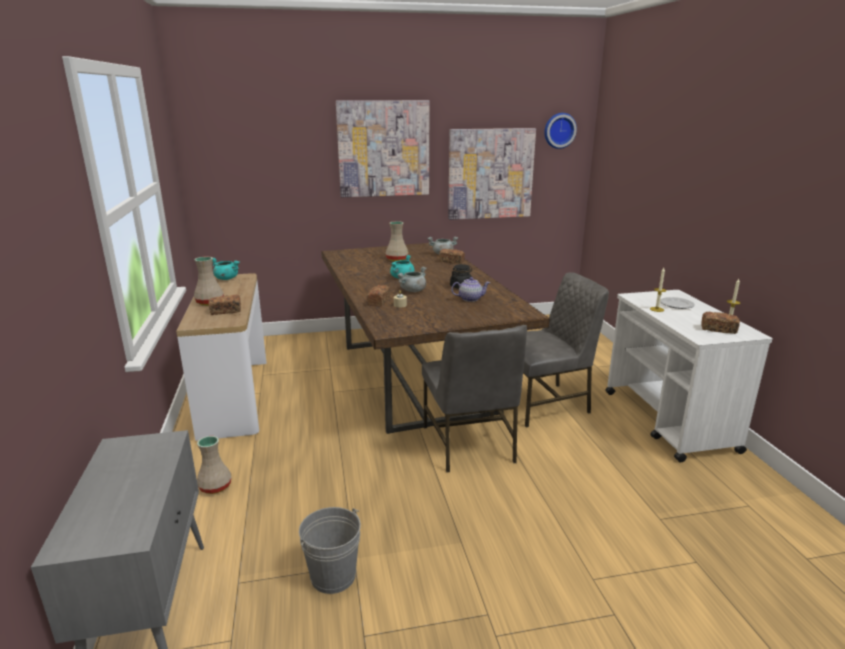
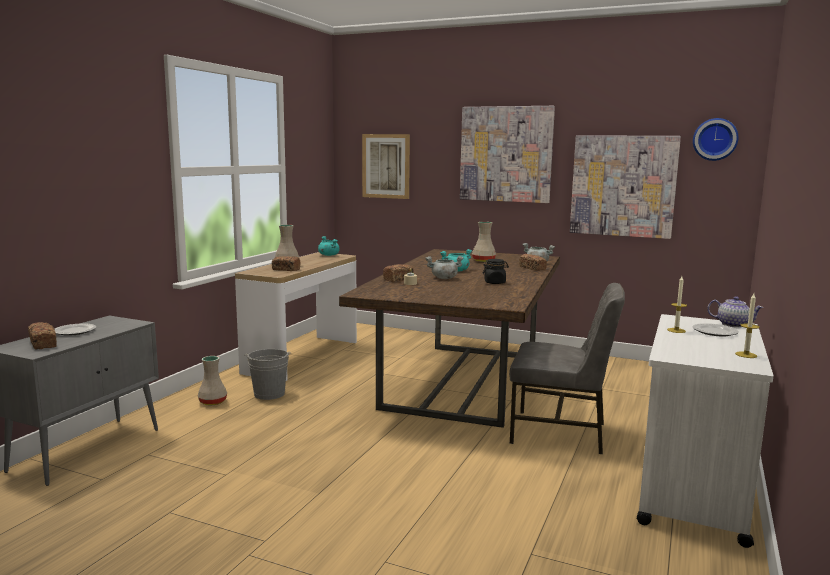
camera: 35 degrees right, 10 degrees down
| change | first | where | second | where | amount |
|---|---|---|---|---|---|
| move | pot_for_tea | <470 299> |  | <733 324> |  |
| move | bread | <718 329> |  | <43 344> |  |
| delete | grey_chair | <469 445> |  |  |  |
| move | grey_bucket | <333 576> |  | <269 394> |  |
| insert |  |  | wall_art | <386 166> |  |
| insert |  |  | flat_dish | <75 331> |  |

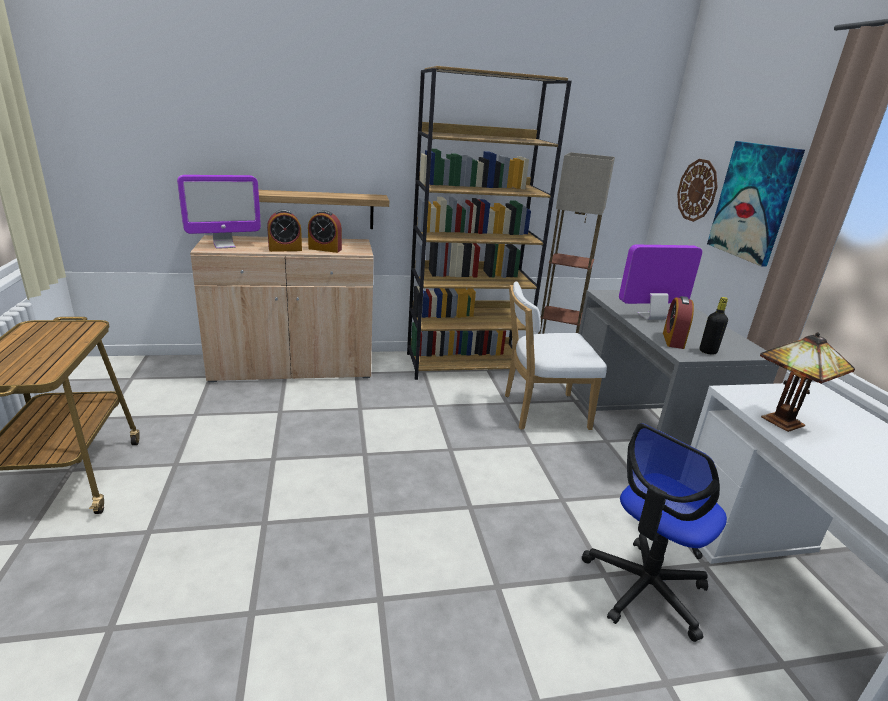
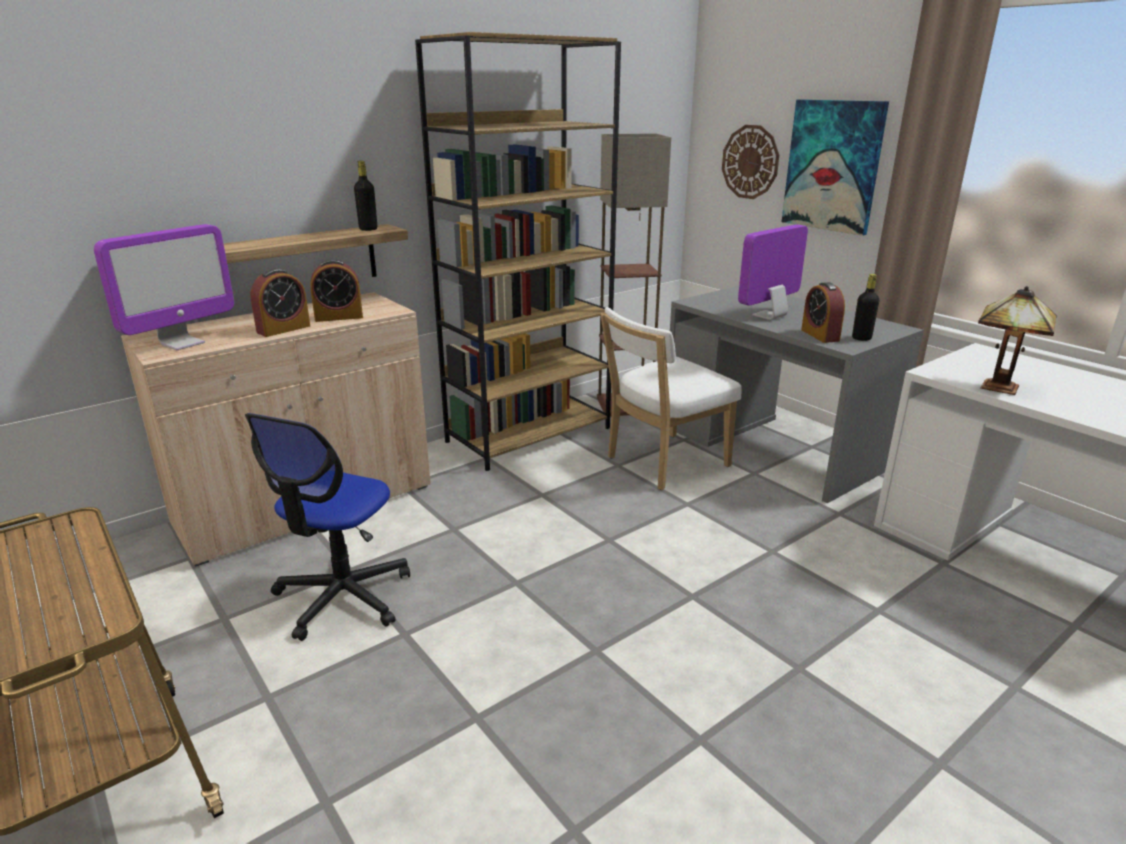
camera: 25 degrees left, 0 degrees up
| change | first | where | second | where | amount |
|---|---|---|---|---|---|
| move | office_chair | <644 588> |  | <343 597> |  |
| insert |  |  | blackish_drink_bottle | <368 229> |  |

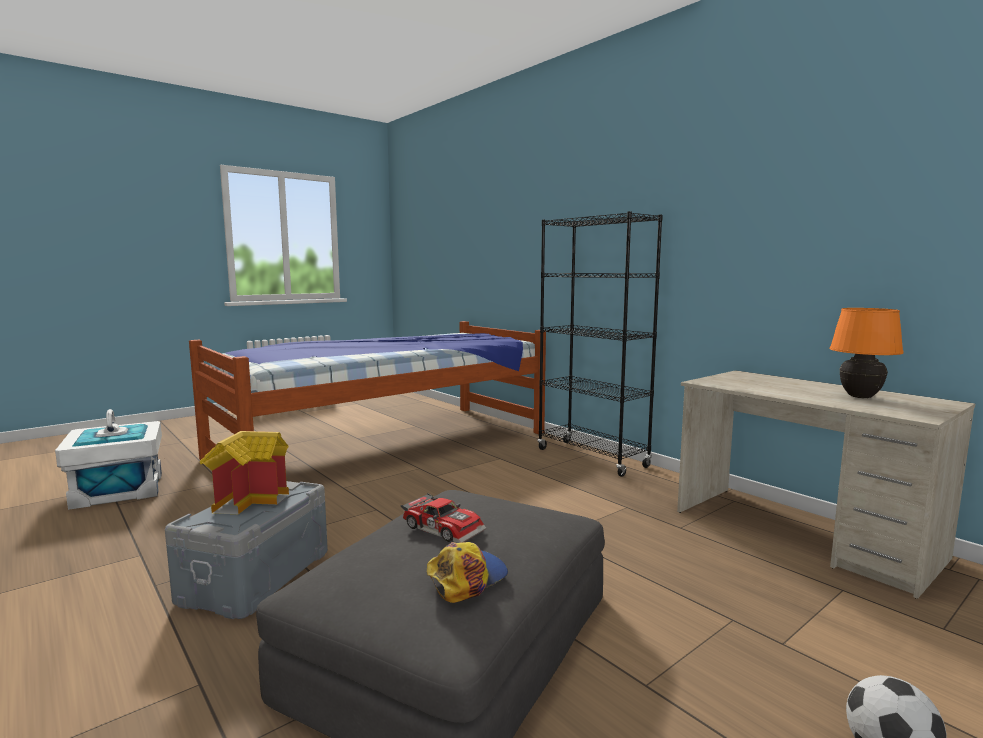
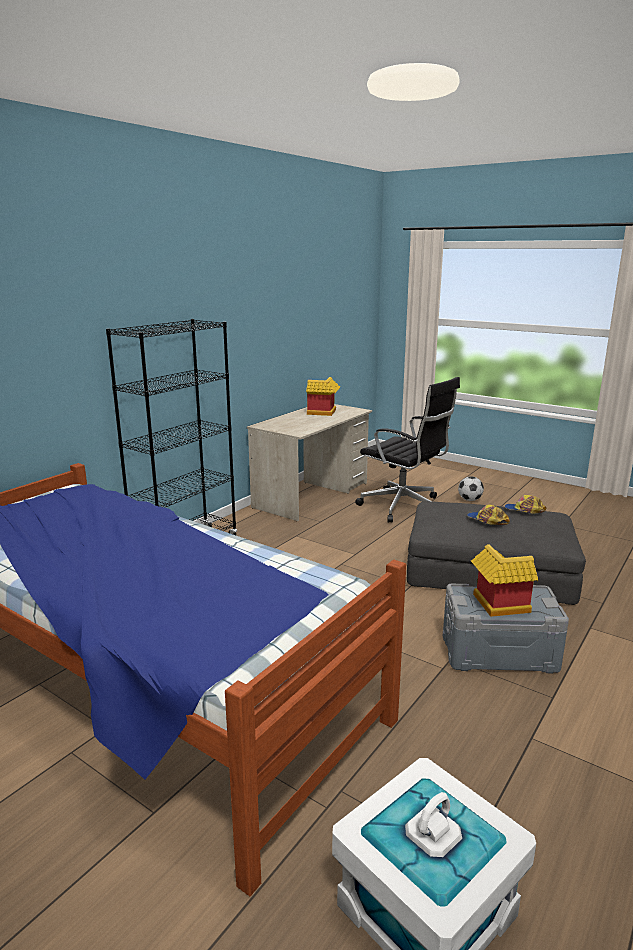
camera: 105 degrees left, 10 degrees up
| change | first | where | second | where | amount |
|---|---|---|---|---|---|
| replace | orangey_table_lamp | <859 397> | toy_house | <323 413> |  |
| replace | miniature_car | <444 527> | baseball_cap | <487 521> |  |
| insert |  |  | blackish_office_chair | <404 507> |  |

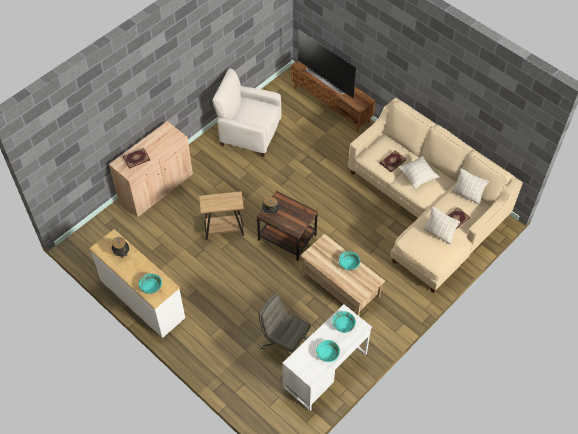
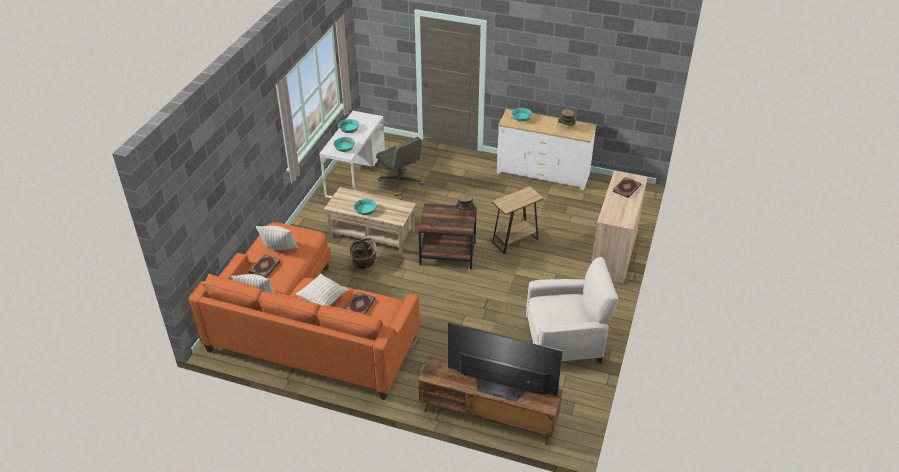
camera: 155 degrees right, 15 degrees down
| change | first | where | second | where | amount |
|---|---|---|---|---|---|
| recolor | beige-coloured_settee | <426 209> | orangey_settee | <308 329> |  |
| rotate | grey_office_chair | <284 343> |  | <400 183> | 45 degrees clockwise |
| insert |  |  | storage_basket | <364 264> |  |

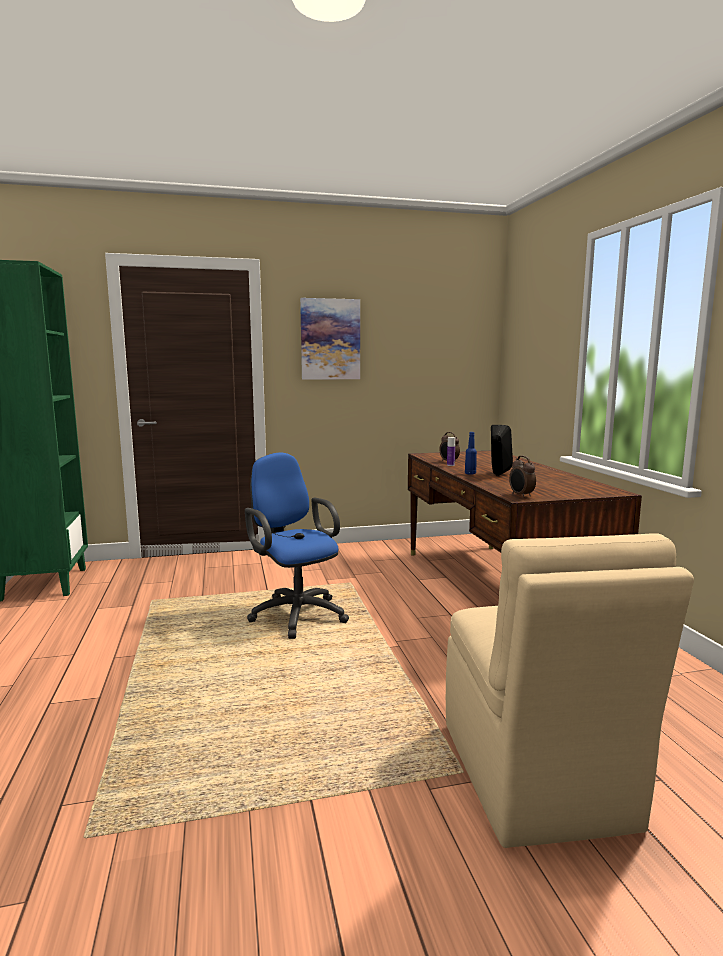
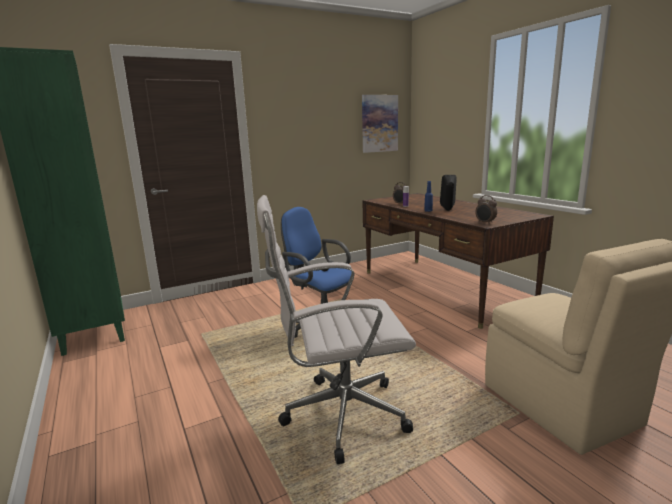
camera: 15 degrees left, 5 degrees up
| change | first | where | second | where | amount |
|---|---|---|---|---|---|
| move | wall_art | <330 339> |  | <379 123> |  |
| insert |  |  | white_office_chair | <339 415> |  |

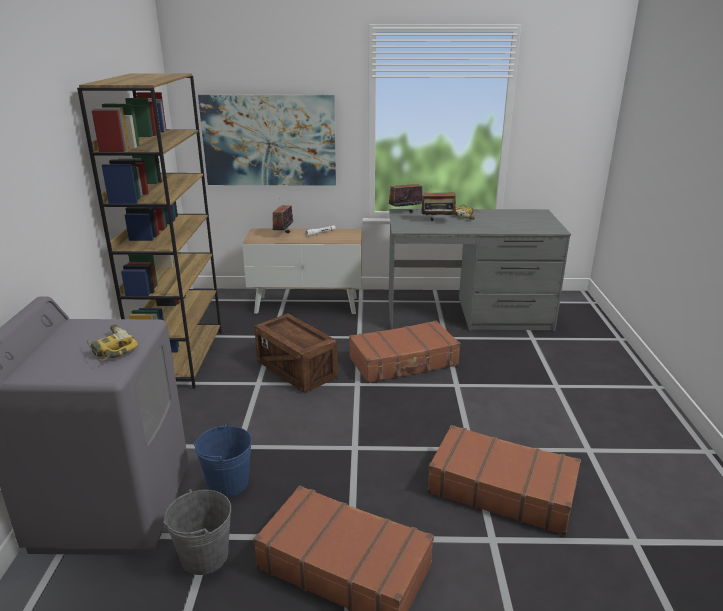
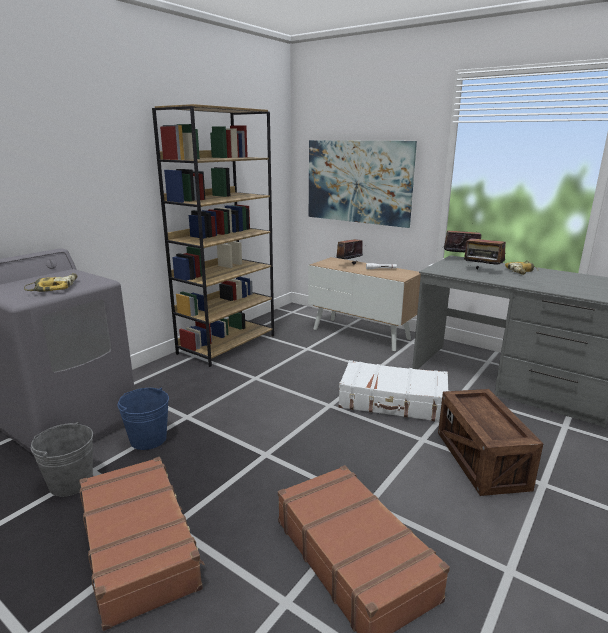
camera: 35 degrees right, 5 degrees down
| change | first | where | second | where | amount |
|---|---|---|---|---|---|
| move | packing_crate | <296 369> |  | <481 460> |  |
| recolor | brown-coloured_suitcase | <404 362> | white_suitcase | <393 402> |  |

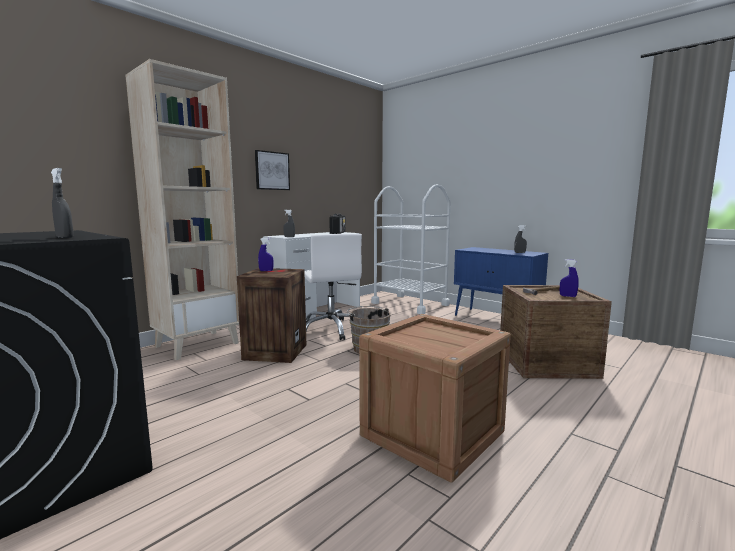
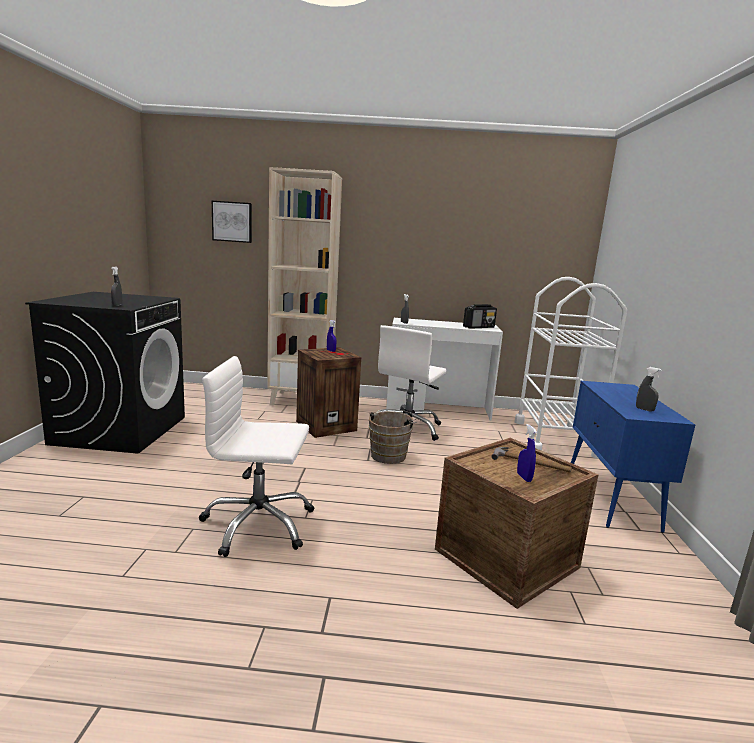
camera: 50 degrees right, 5 degrees up
| change | first | where | second | where | amount |
|---|---|---|---|---|---|
| move | wall_art | <272 171> |  | <232 221> |  |
| replace | packing_crate | <432 434> | white_office_chair | <258 524> |  |

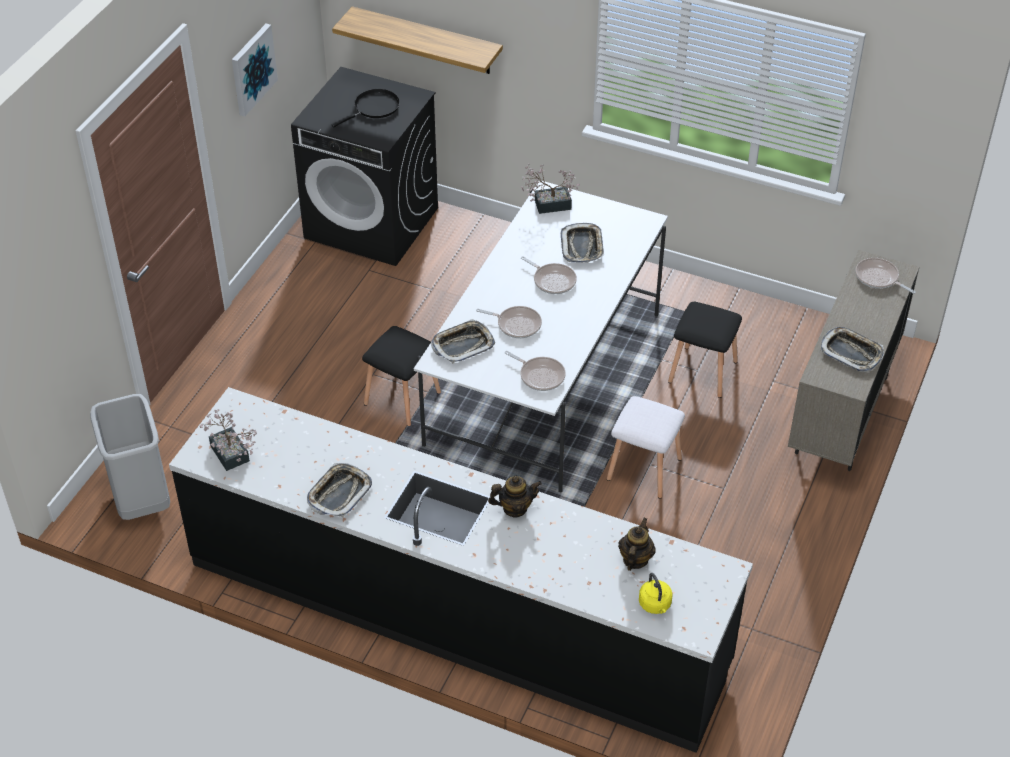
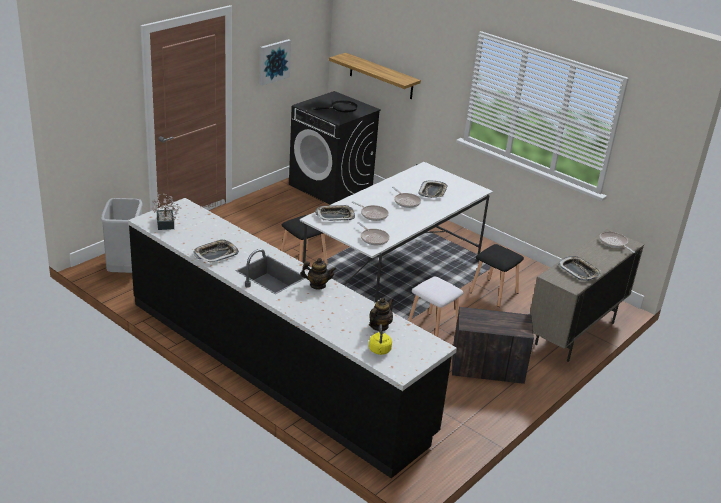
camera: 15 degrees right, 15 degrees down
| change | first | where | second | where | amount |
|---|---|---|---|---|---|
| delete | plant_in_a_pot | <548 205> |  |  |  |
| insert |  |  | packing_crate | <486 367> |  |

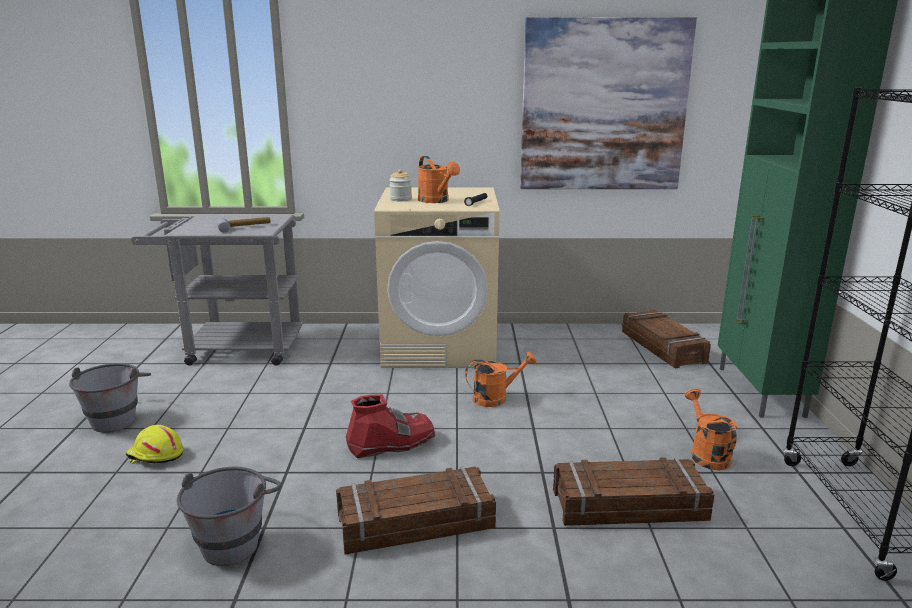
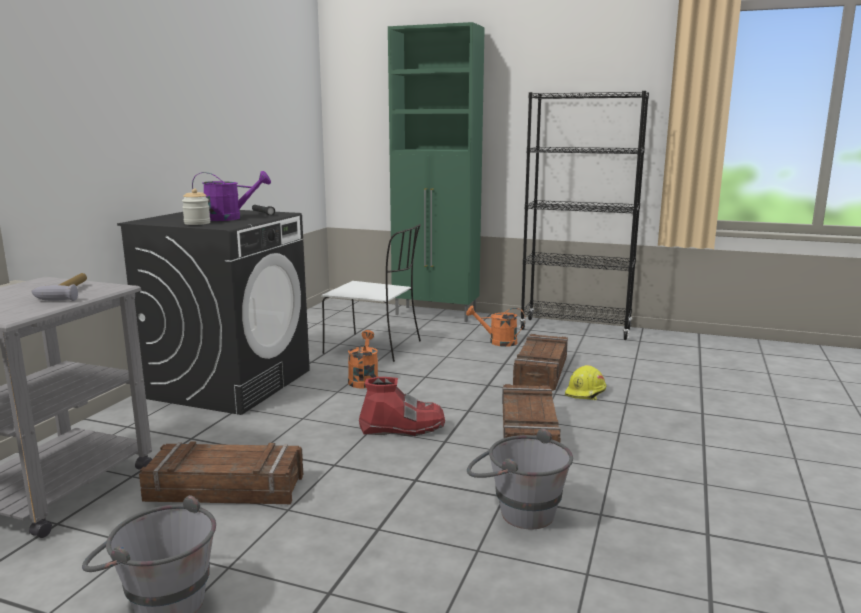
camera: 70 degrees left, 5 degrees down
| change | first | where | second | where | amount |
|---|---|---|---|---|---|
| delete | wall_art | <603 106> |  |  |  |
| recolor | orangey_sprinkling_can | <436 201> | purple_sprinkling_can | <230 218> |  |
| recolor | beige-coloured_washing_machine | <440 346> | blackish_washing_machine | <230 383> |  |
| move | packing_crate | <663 347> |  | <226 487> |  |
| rotate | red_boot | <391 443> |  | <403 428> | 90 degrees clockwise |
| move | yellowish_work_helmet | <155 455> |  | <586 393> |  |
| insert |  |  | white_chair | <375 348> |  |

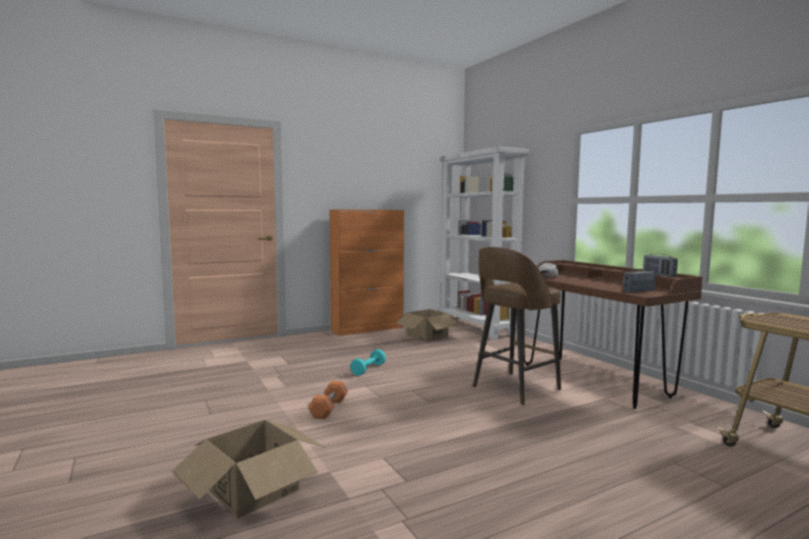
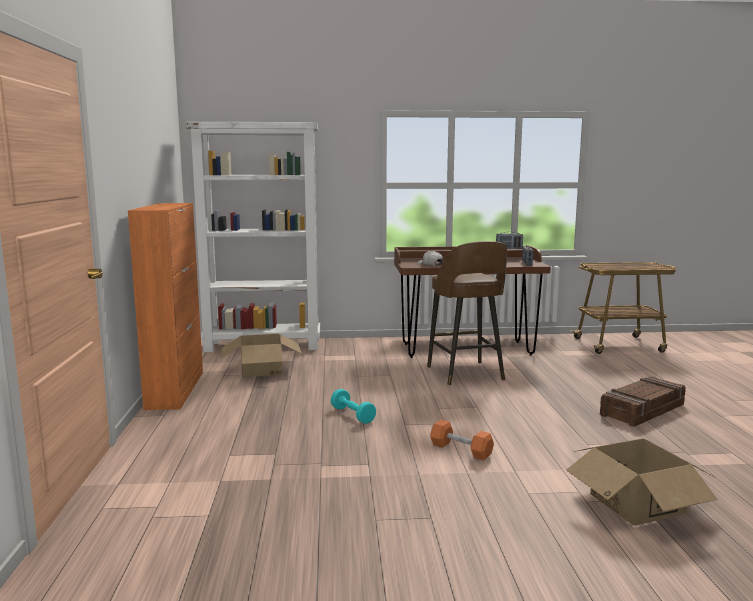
camera: 65 degrees left, 5 degrees up
| change | first | where | second | where | amount |
|---|---|---|---|---|---|
| insert |  |  | packing_crate | <643 410> |  |

